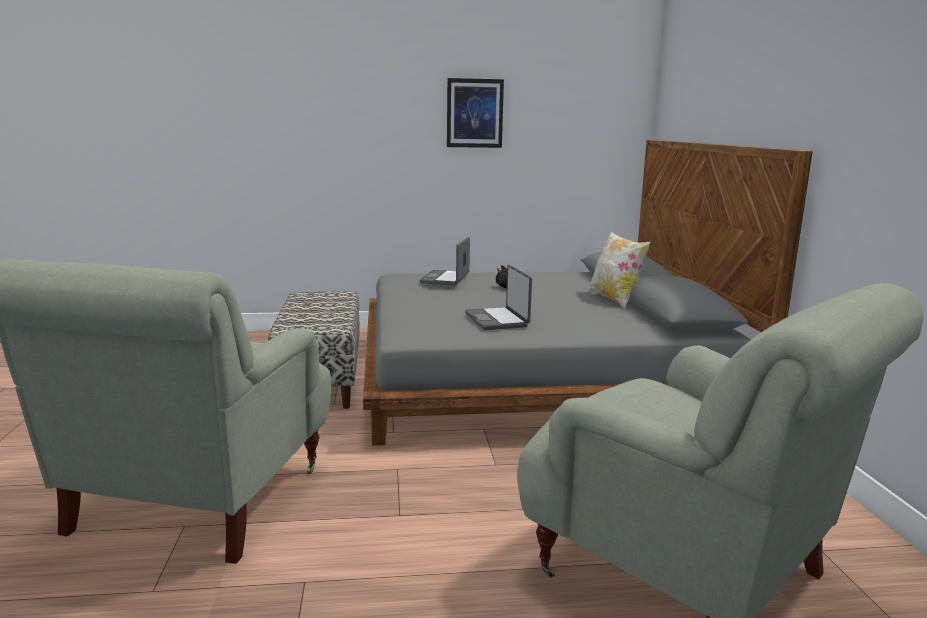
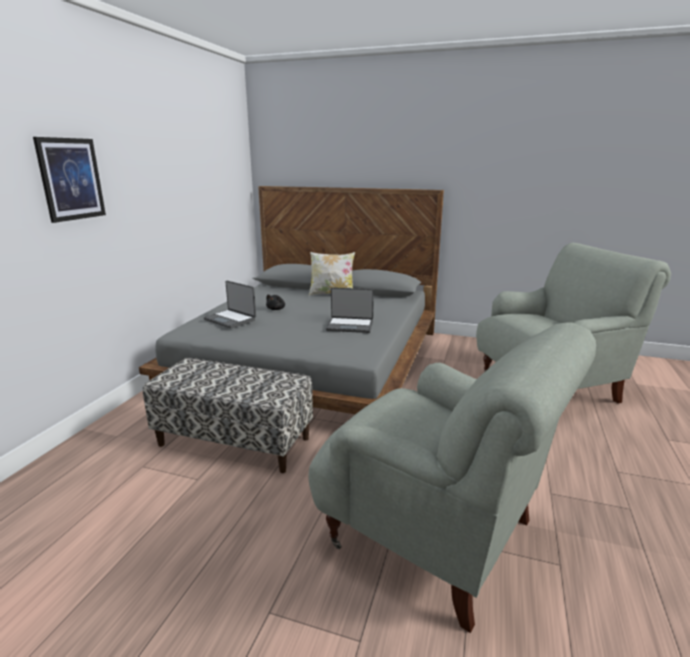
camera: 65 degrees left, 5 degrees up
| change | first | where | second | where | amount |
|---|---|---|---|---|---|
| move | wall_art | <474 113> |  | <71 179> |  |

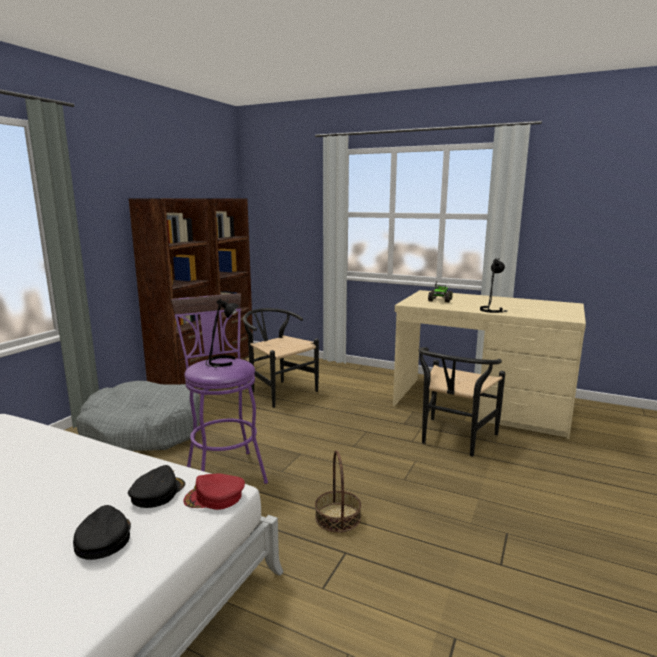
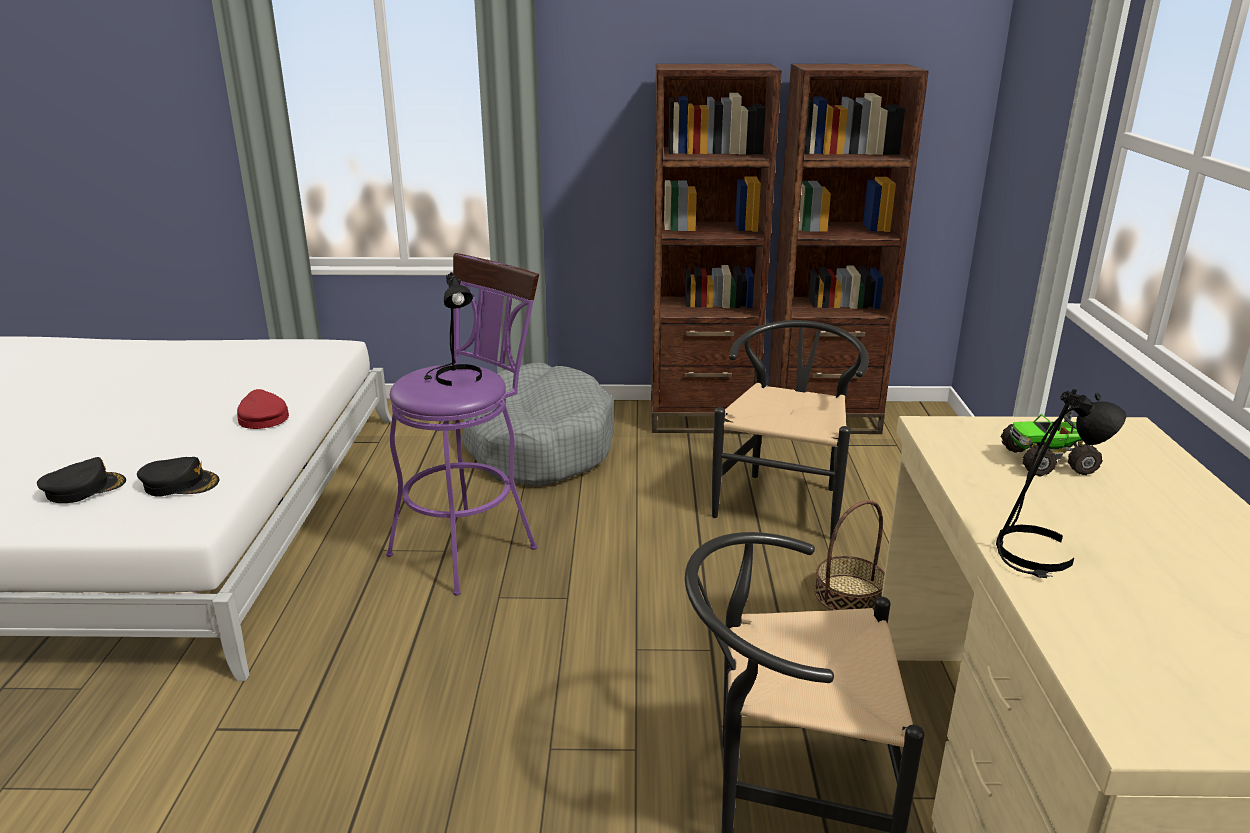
camera: 65 degrees right, 10 degrees up
| change | first | where | second | where | amount |
|---|---|---|---|---|---|
| move | storage_basket | <337 517> |  | <849 595> |  |
| move | red_baseball_cap | <214 497> |  | <262 418> |  |

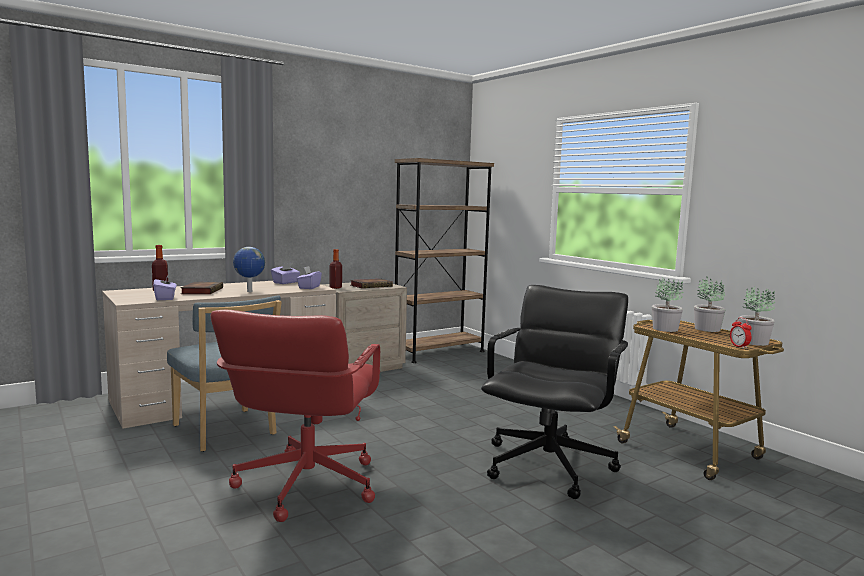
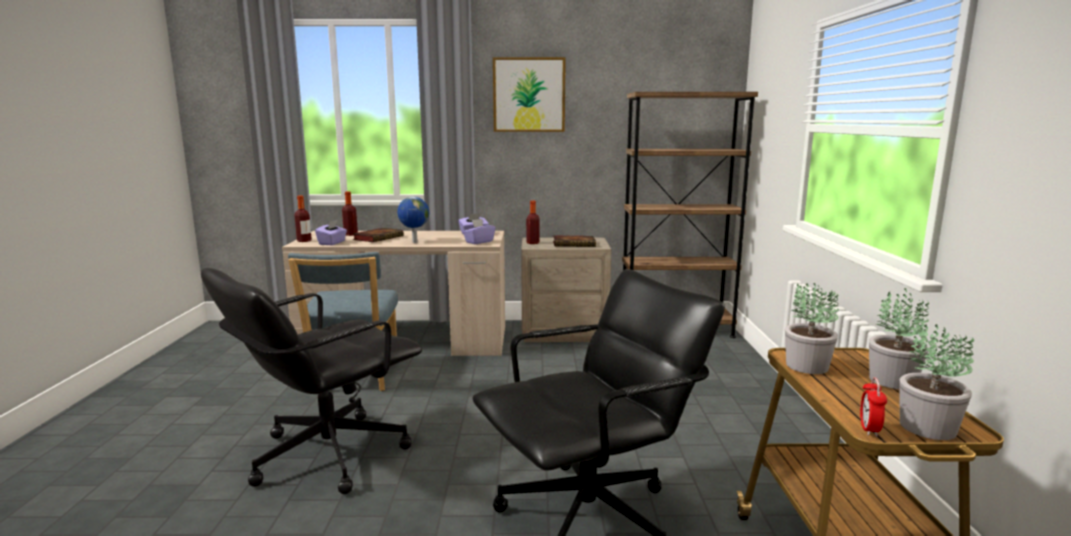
camera: 35 degrees right, 5 degrees up
| change | first | where | second | where | amount |
|---|---|---|---|---|---|
| recolor | red_office_chair | <305 485> | blackish_office_chair | <327 454> |  |
| insert |  |  | wall_art | <529 95> |  |
| insert |  |  | drink_bottle | <304 241> |  |

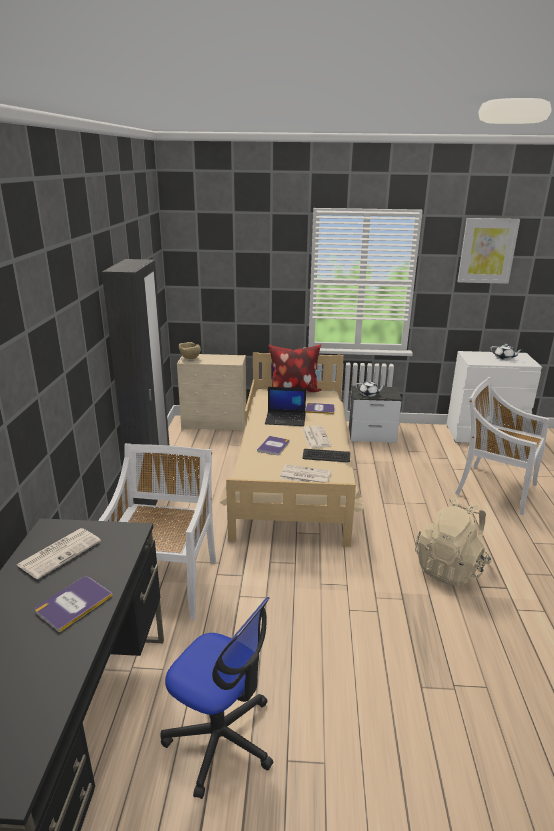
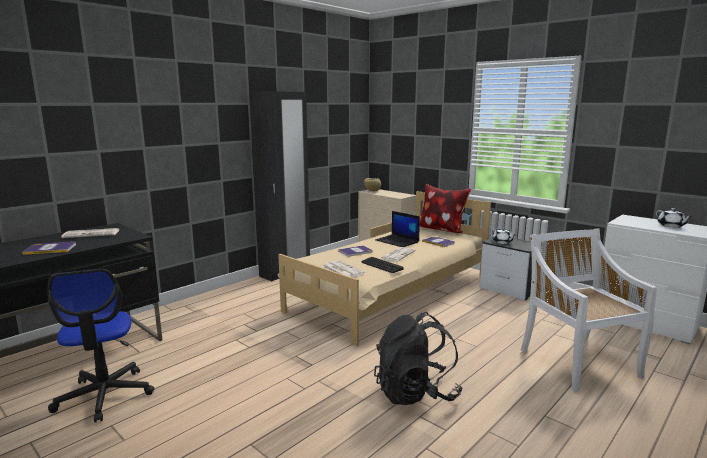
camera: 40 degrees right, 10 degrees down
| change | first | where | second | where | amount |
|---|---|---|---|---|---|
| delete | wall_art | <487 251> |  |  |  |
| delete | white_chair | <165 582> |  |  |  |
| recolor | beige-coloured_knapsack | <450 568> | blackish_knapsack | <416 393> |  |

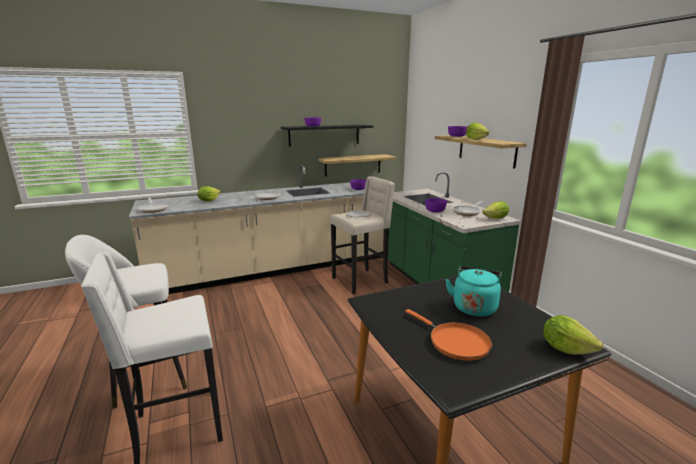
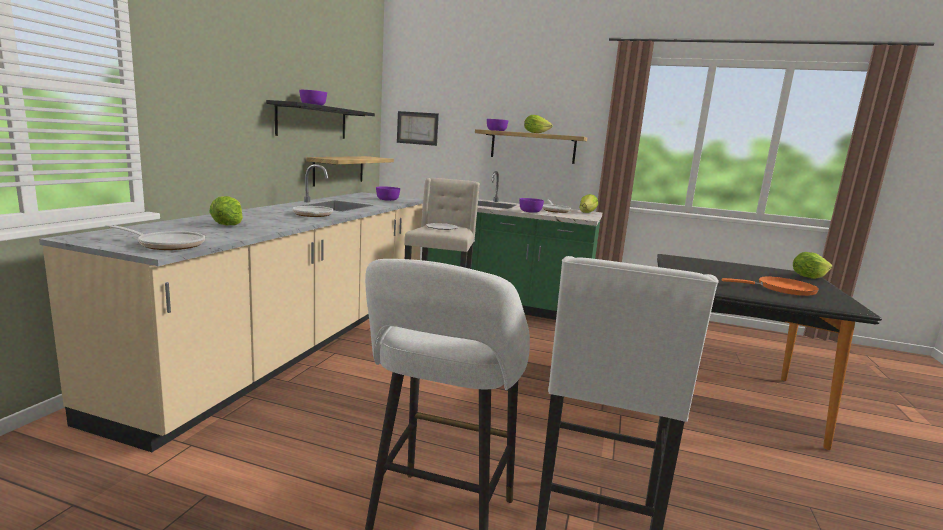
camera: 50 degrees left, 5 degrees down
| change | first | where | second | where | amount |
|---|---|---|---|---|---|
| delete | blue-green_kettle | <474 307> |  |  |  |
| insert |  |  | wall_art | <417 128> |  |

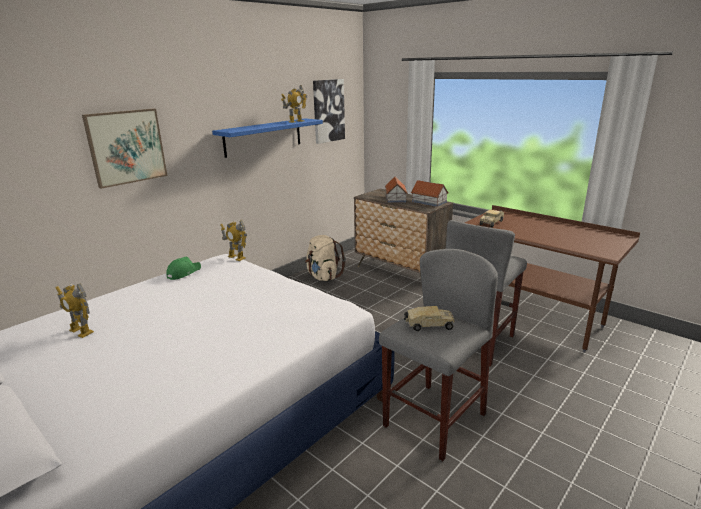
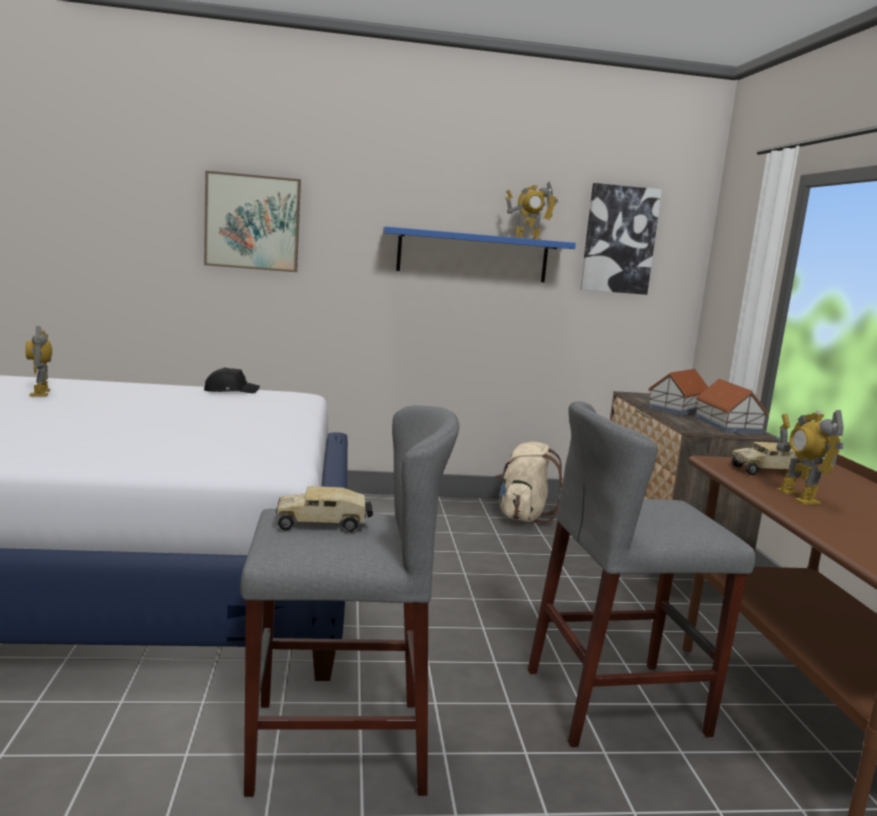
camera: 40 degrees right, 10 degrees down
| change | first | where | second | where | amount |
|---|---|---|---|---|---|
| move | toy_robot | <236 257> |  | <797 497> |  |
| recolor | greenish_baseball_cap | <183 273> | blackish_baseball_cap | <230 390> |  |
| rotate | toy_lorry | <428 325> |  | <324 524> | 135 degrees clockwise |

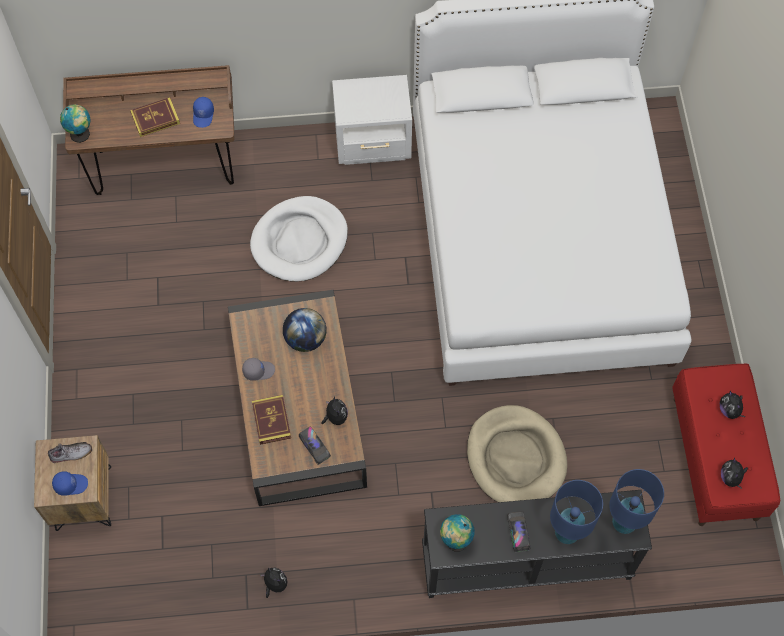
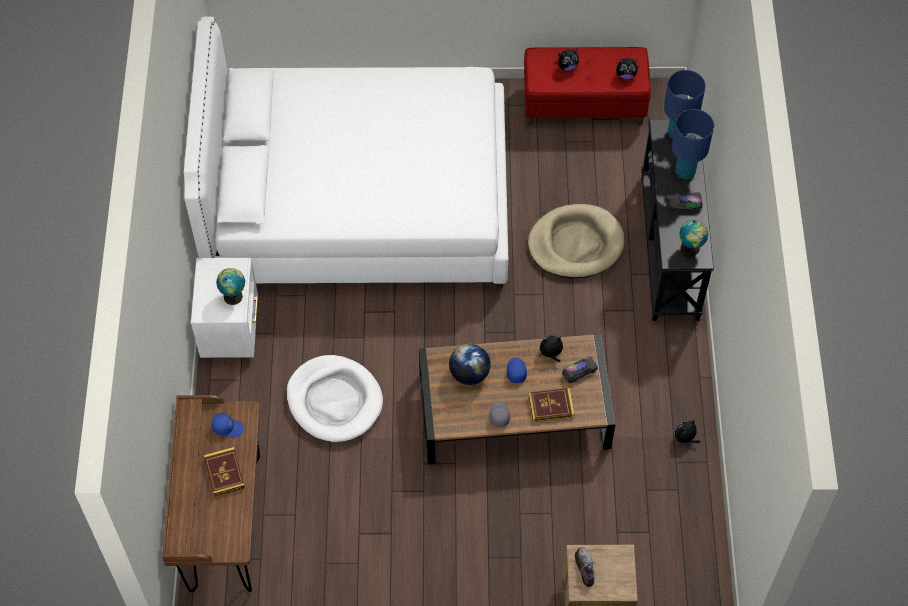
camera: 85 degrees left, 5 degrees down
| change | first | where | second | where | amount |
|---|---|---|---|---|---|
| move | desk_globe | <81 134> |  | <233 295> |  |
| move | bluish_baseball_cap | <70 484> |  | <516 371> |  |

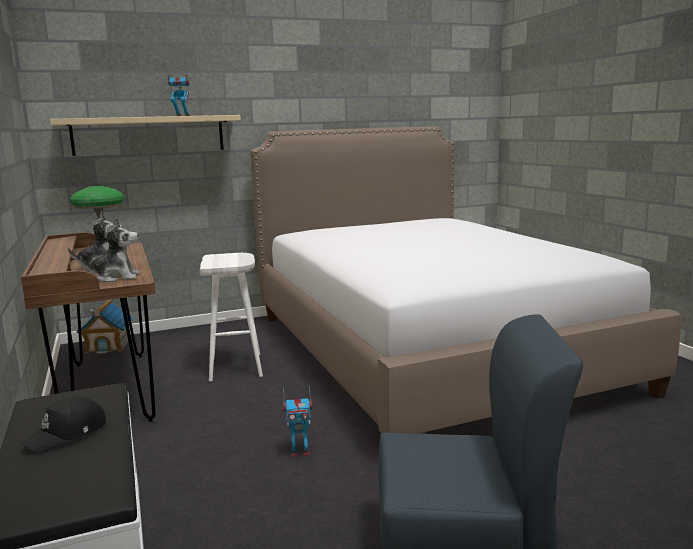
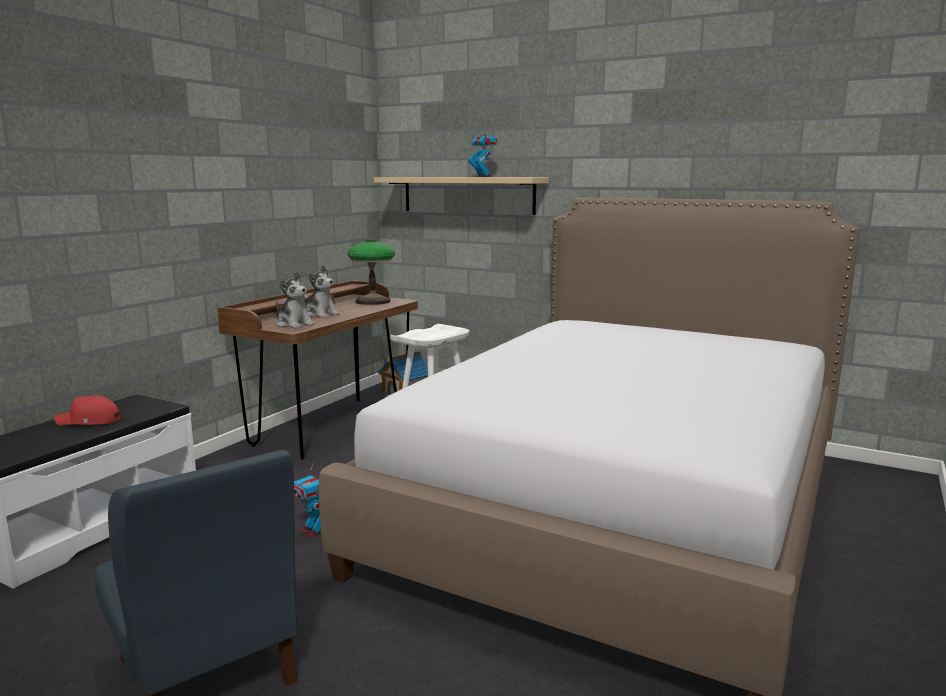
camera: 50 degrees right, 0 degrees up
| change | first | where | second | where | amount |
|---|---|---|---|---|---|
| recolor | blackish_baseball_cap | <68 434> | red_baseball_cap | <89 421> |  |

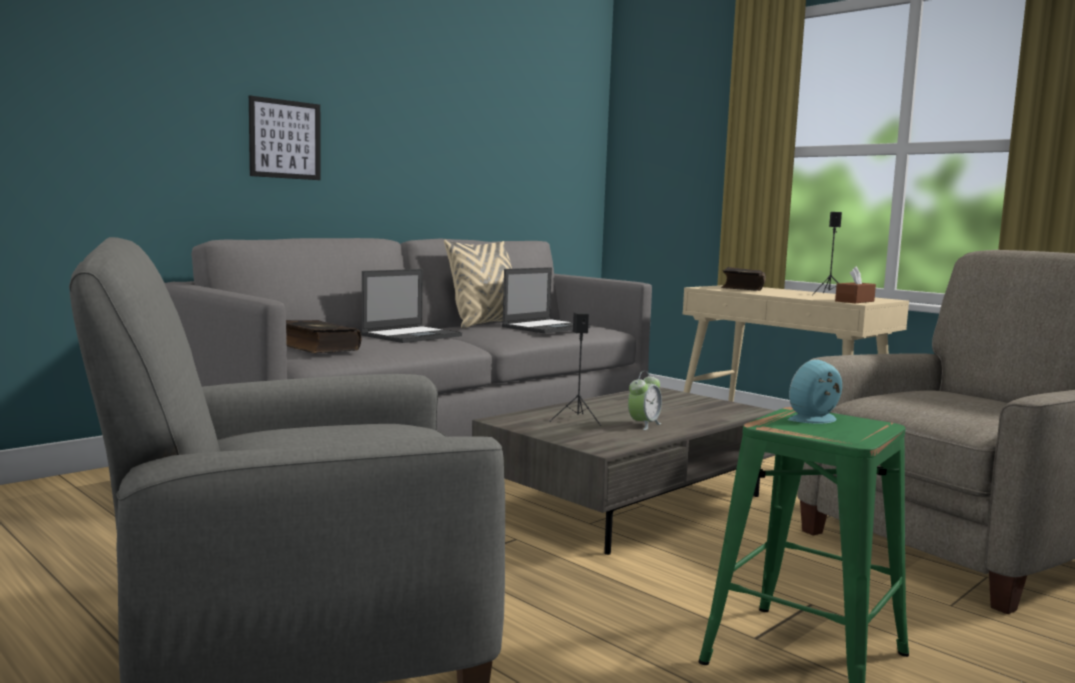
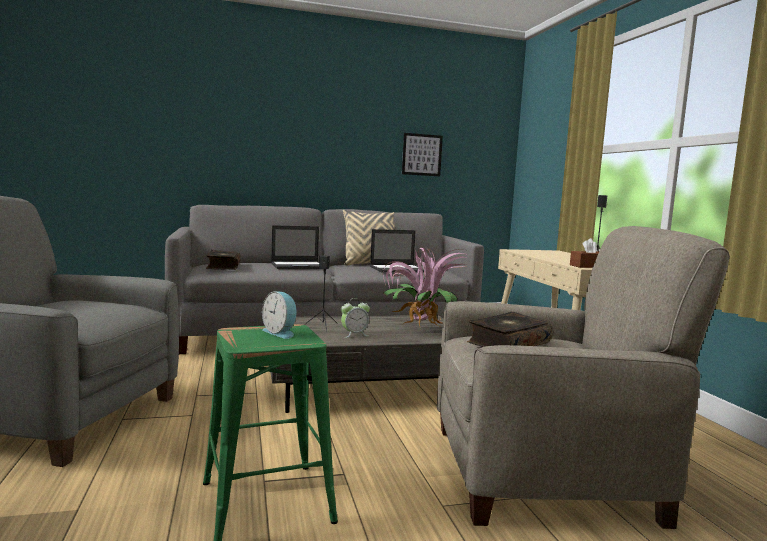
camera: 30 degrees right, 0 degrees up
| change | first | where | second | where | amount |
|---|---|---|---|---|---|
| move | wall_art | <285 139> |  | <422 155> |  |
| move | book | <742 288> |  | <508 343> |  |
| rotate | bedside_clock | <816 419> |  | <280 333> | 135 degrees counterclockwise |
| insert |  |  | plant_in_a_pot | <419 329> |  |

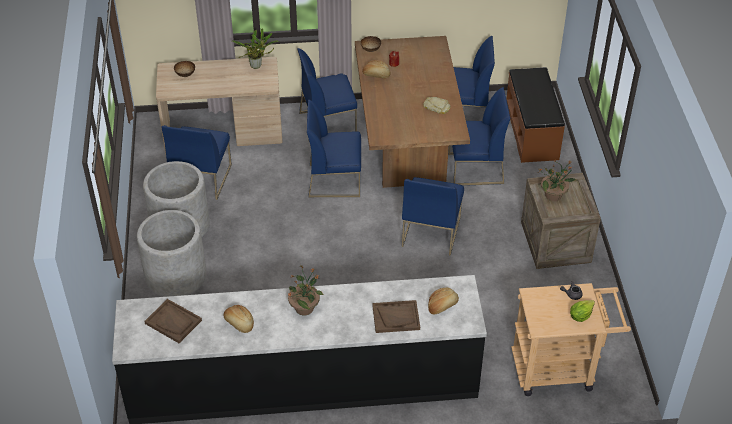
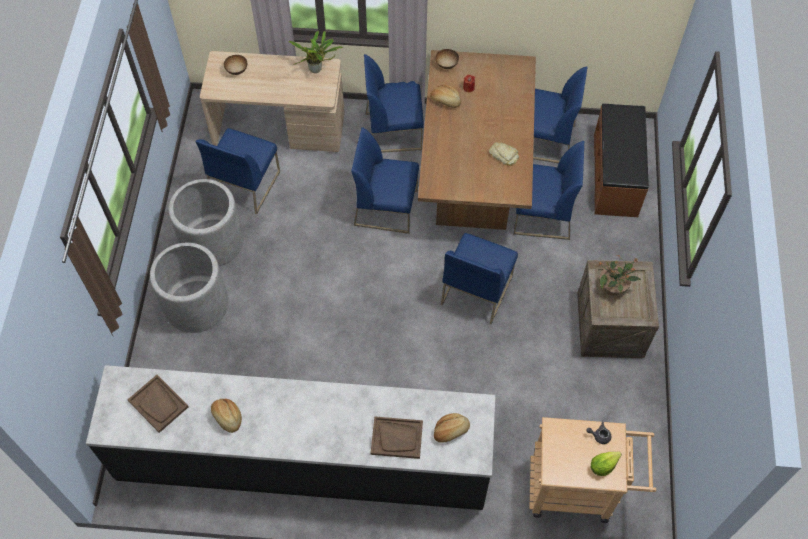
camera: 10 degrees right, 15 degrees up
| change | first | where | second | where | amount |
|---|---|---|---|---|---|
| delete | plant_in_a_pot | <305 307> |  |  |  |

